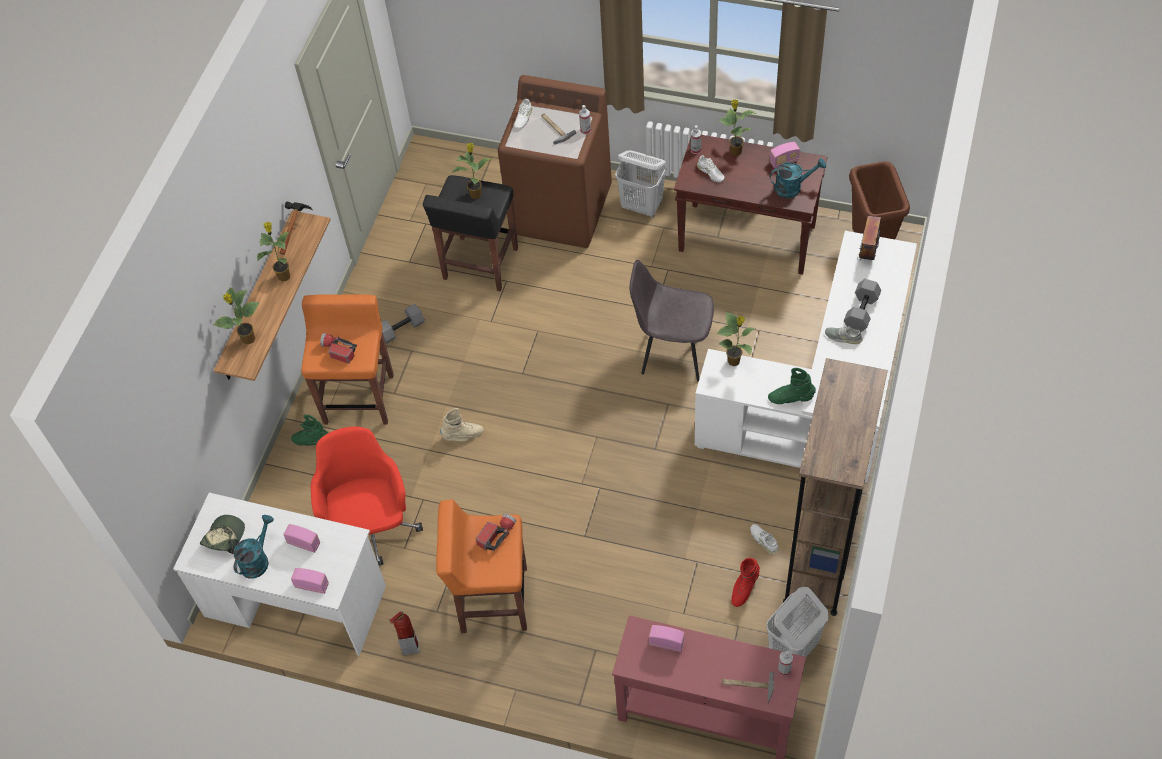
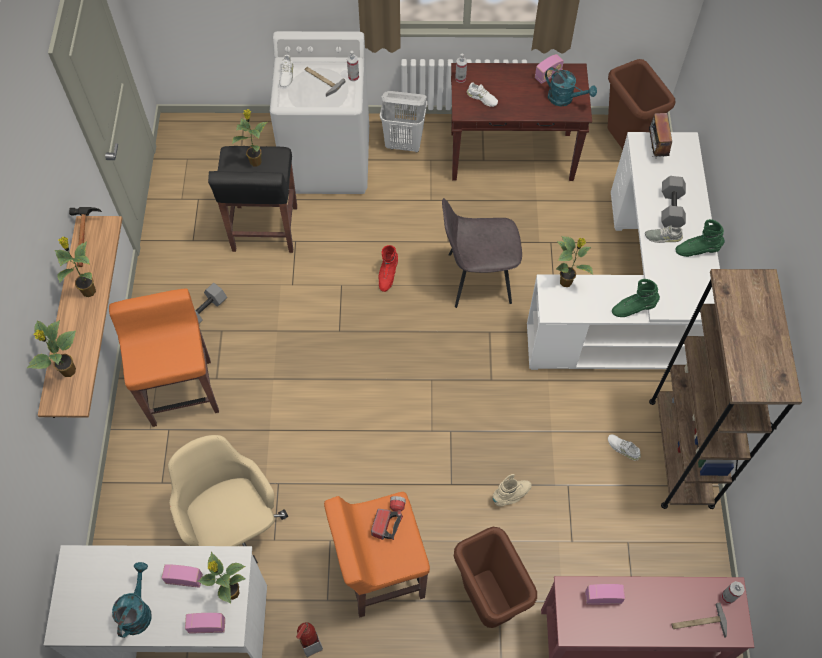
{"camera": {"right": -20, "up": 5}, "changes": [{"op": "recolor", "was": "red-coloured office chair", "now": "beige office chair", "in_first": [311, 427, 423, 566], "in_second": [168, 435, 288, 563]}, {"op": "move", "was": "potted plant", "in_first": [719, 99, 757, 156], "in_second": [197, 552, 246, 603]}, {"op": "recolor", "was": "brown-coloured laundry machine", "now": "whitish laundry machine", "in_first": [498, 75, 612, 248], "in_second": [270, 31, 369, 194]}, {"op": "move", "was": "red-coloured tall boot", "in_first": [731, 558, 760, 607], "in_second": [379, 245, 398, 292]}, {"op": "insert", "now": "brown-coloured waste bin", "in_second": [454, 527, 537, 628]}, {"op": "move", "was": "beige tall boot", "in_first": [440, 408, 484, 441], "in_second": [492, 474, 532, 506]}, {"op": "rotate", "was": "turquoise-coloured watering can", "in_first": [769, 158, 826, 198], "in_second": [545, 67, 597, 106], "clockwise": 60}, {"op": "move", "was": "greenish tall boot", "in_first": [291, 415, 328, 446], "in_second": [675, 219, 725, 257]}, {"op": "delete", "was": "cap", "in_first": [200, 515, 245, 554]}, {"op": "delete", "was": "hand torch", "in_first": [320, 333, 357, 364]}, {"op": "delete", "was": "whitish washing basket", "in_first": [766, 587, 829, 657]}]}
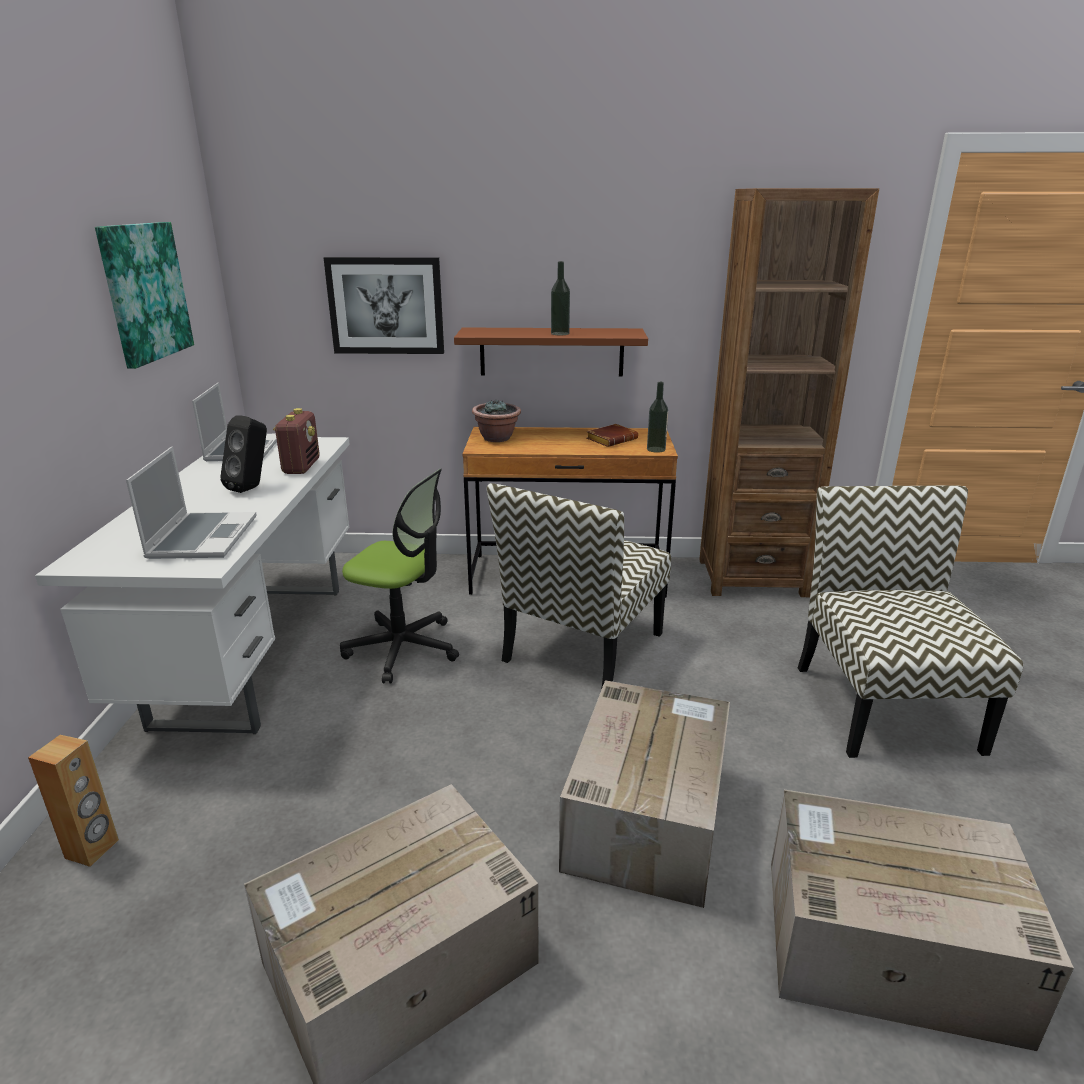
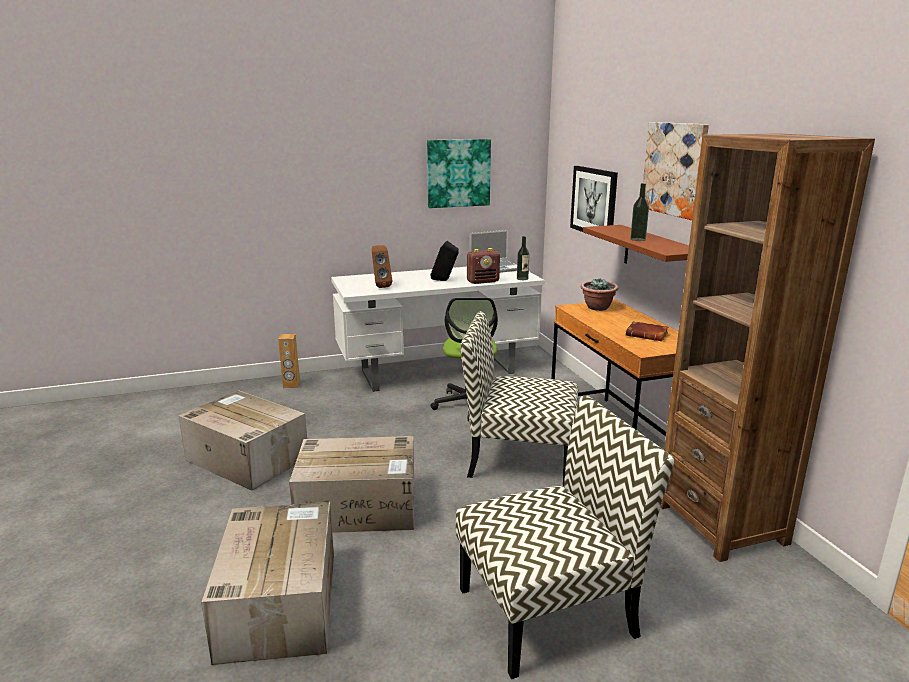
{"camera": {"right": 70, "up": -5}, "changes": [{"op": "replace", "was": "laptop", "now": "brown-coloured loudspeaker", "in_first": [126, 446, 256, 559], "in_second": [372, 245, 392, 288]}, {"op": "move", "was": "bottle", "in_first": [647, 382, 668, 453], "in_second": [517, 236, 529, 280]}, {"op": "insert", "now": "picture", "in_second": [643, 122, 709, 220]}]}
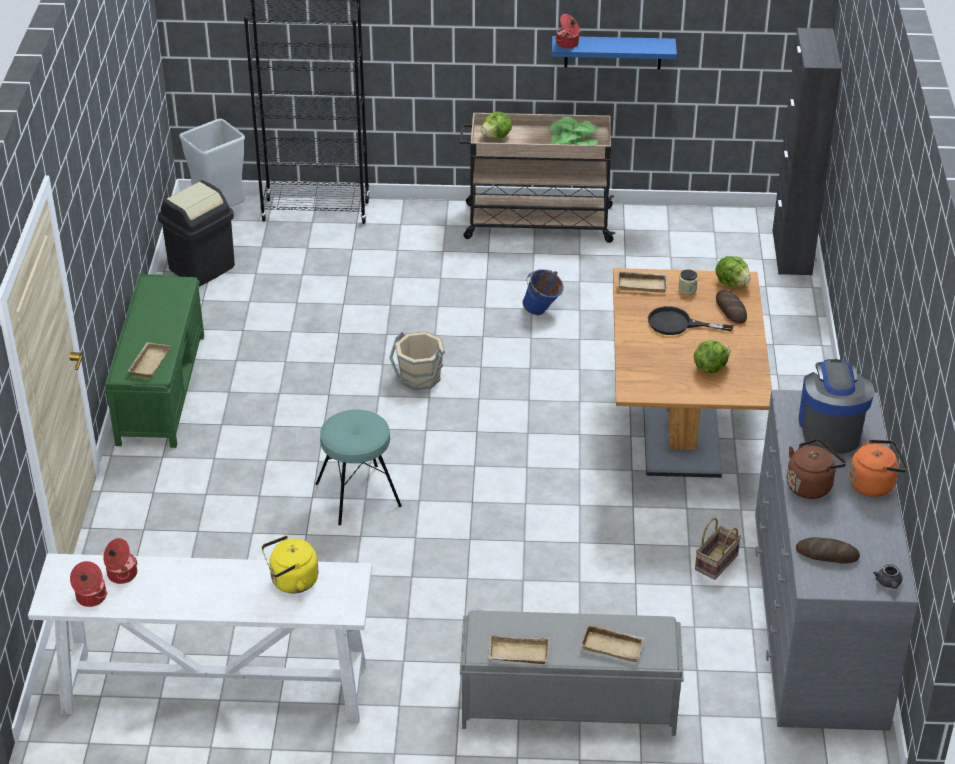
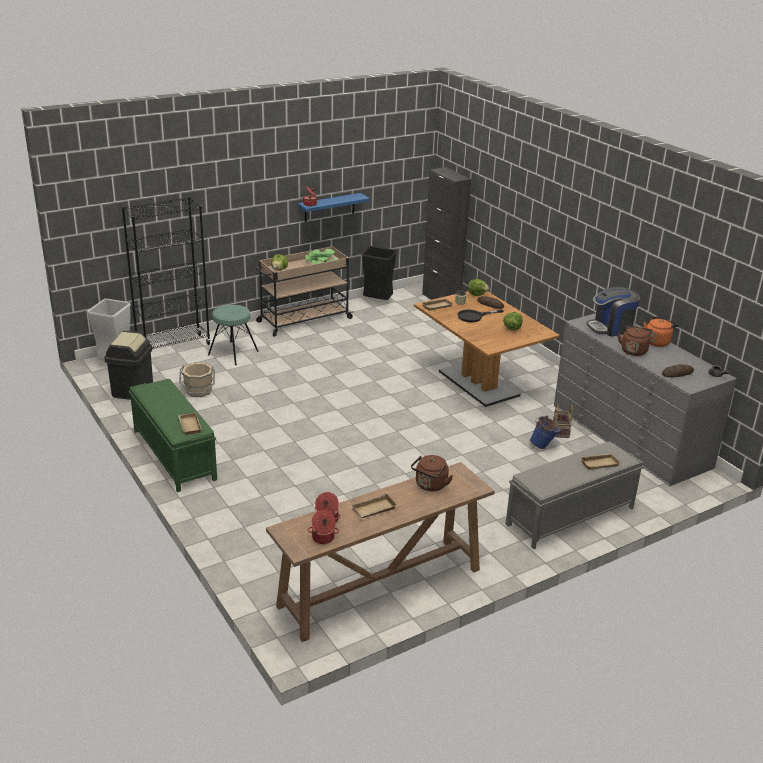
{"camera": {"right": -35, "up": -10}, "changes": [{"op": "move", "was": "beige water bucket", "in_first": [389, 331, 445, 390], "in_second": [179, 362, 215, 397]}, {"op": "move", "was": "turquoise-coloured stool", "in_first": [316, 410, 402, 526], "in_second": [208, 305, 259, 365]}, {"op": "recolor", "was": "whitish console table", "now": "brown-coloured console table", "in_first": [28, 554, 372, 724], "in_second": [266, 462, 495, 642]}, {"op": "move", "was": "beige serving tray", "in_first": [488, 635, 550, 664], "in_second": [352, 493, 398, 518]}, {"op": "insert", "now": "black waste bin", "in_second": [362, 246, 397, 300]}, {"op": "recolor", "was": "yellow kettle", "now": "brown-coloured kettle", "in_first": [262, 535, 319, 594], "in_second": [411, 455, 453, 491]}, {"op": "move", "was": "bluish water bucket", "in_first": [522, 269, 564, 315], "in_second": [530, 416, 561, 449]}, {"op": "rotate", "was": "coffee maker", "in_first": [799, 359, 874, 454], "in_second": [586, 287, 640, 337], "clockwise": -75}]}
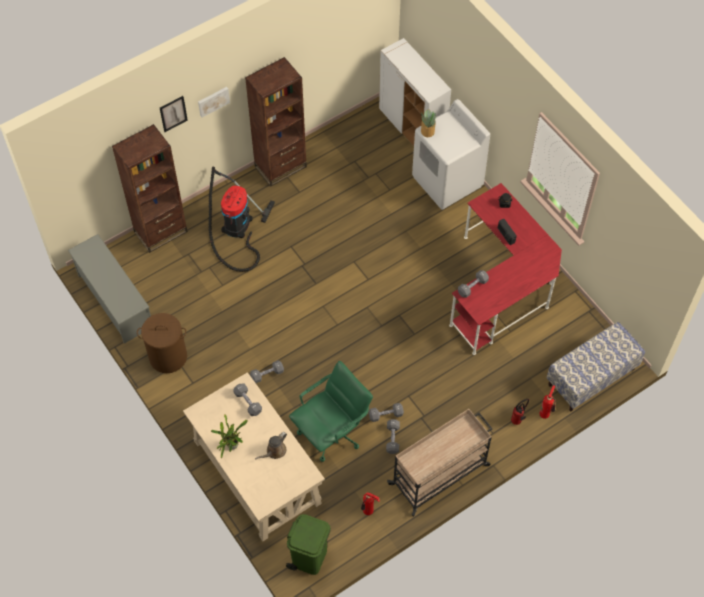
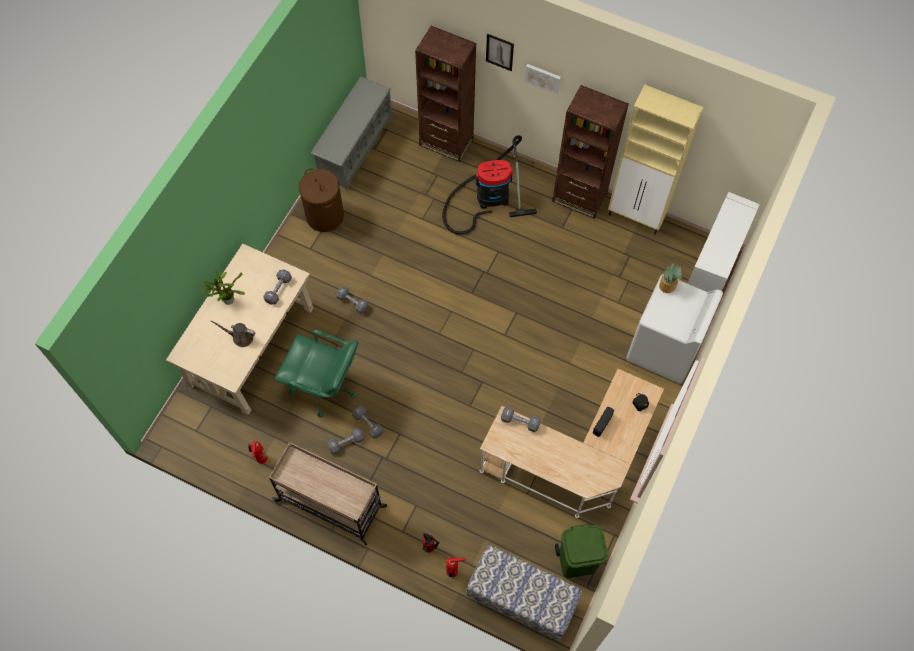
{"camera": {"right": 60, "up": 5}, "changes": [{"op": "recolor", "was": "red-coloured desk table", "now": "beige desk table", "in_first": [449, 183, 562, 355], "in_second": [479, 369, 664, 518]}, {"op": "move", "was": "greenish waste bin", "in_first": [286, 514, 331, 575], "in_second": [555, 524, 608, 578]}, {"op": "insert", "now": "beige storage cabinet", "in_second": [608, 85, 703, 235]}]}
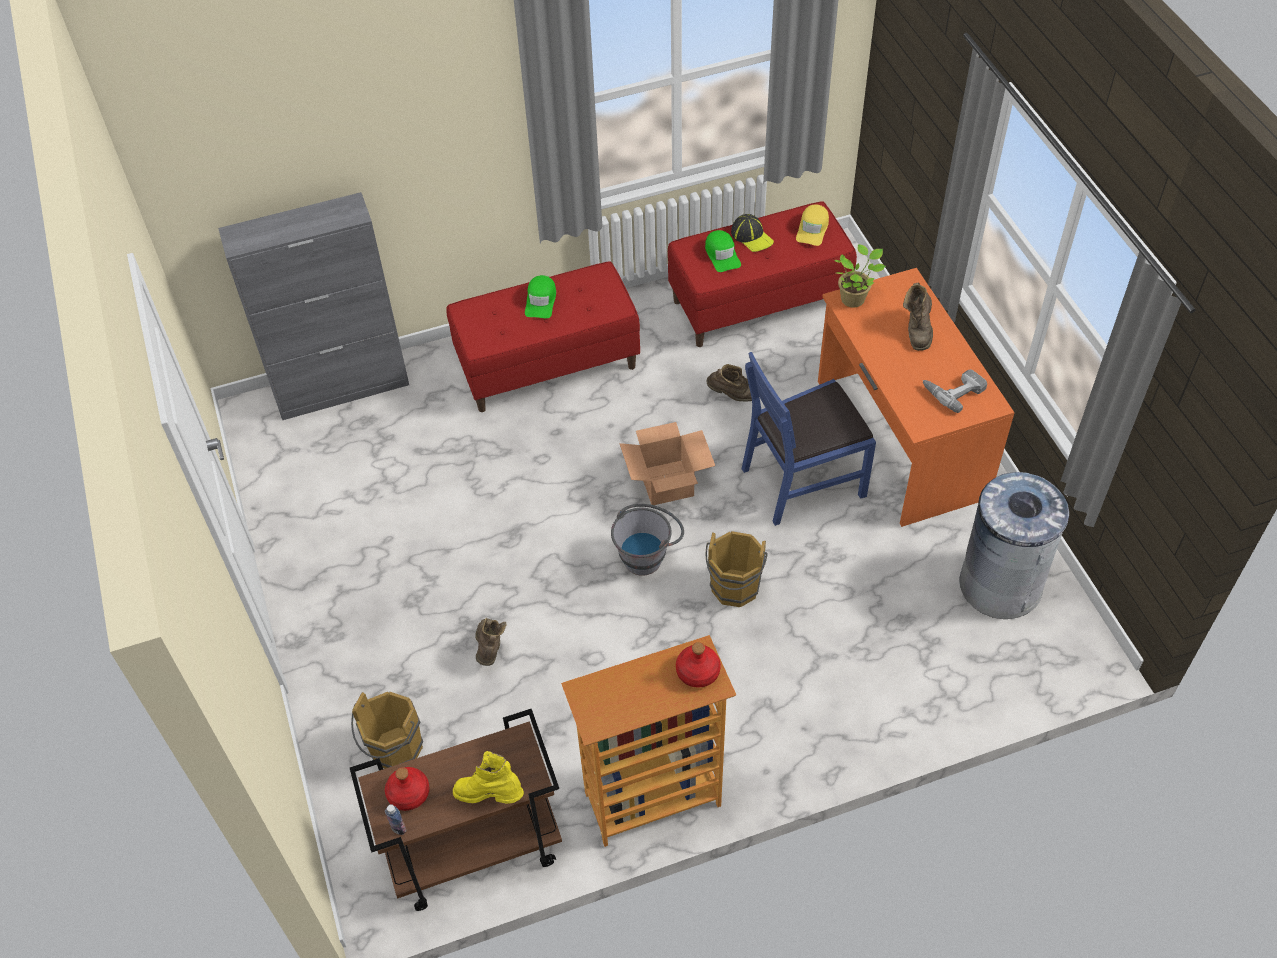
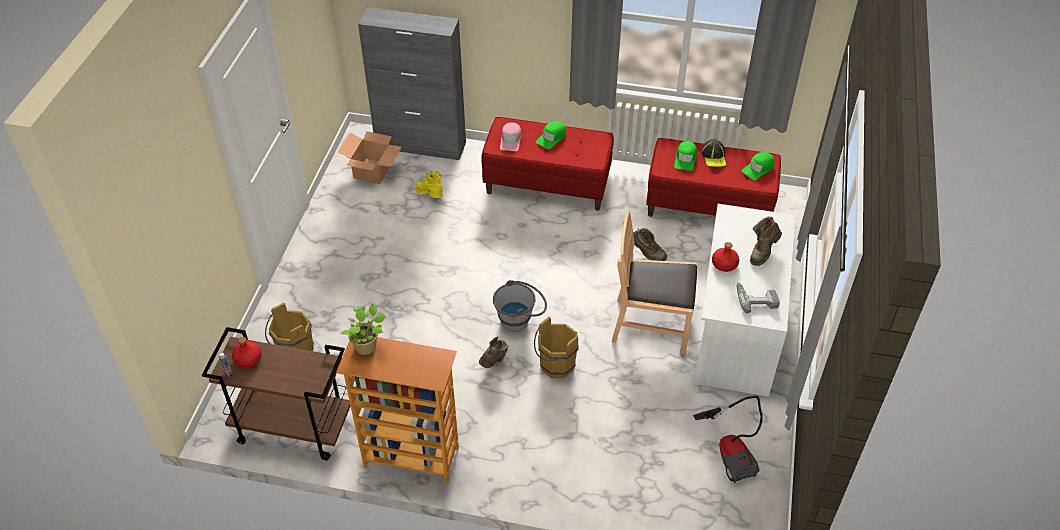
{"camera": {"right": 30, "up": -5}, "changes": [{"op": "move", "was": "carton", "in_first": [619, 422, 715, 505], "in_second": [338, 131, 402, 184]}, {"op": "move", "was": "potted plant", "in_first": [835, 244, 886, 308], "in_second": [341, 304, 386, 355]}, {"op": "move", "was": "yellow tall boot", "in_first": [453, 751, 524, 803], "in_second": [415, 171, 443, 198]}, {"op": "move", "was": "brown-coloured tall boot", "in_first": [475, 618, 506, 666], "in_second": [479, 337, 509, 368]}, {"op": "insert", "now": "pink-coloured cap", "in_second": [500, 122, 521, 151]}, {"op": "recolor", "was": "bluish upright chair", "now": "brown-coloured upright chair", "in_first": [742, 352, 876, 526], "in_second": [612, 211, 697, 354]}, {"op": "replace", "was": "gray waste bin", "now": "vacuum cleaner", "in_first": [959, 472, 1069, 619], "in_second": [693, 396, 763, 483]}, {"op": "recolor", "was": "orangey desk table", "now": "whitish desk table", "in_first": [818, 268, 1015, 527], "in_second": [694, 204, 795, 397]}, {"op": "move", "was": "red-coloured bottle", "in_first": [676, 642, 721, 688], "in_second": [712, 242, 739, 272]}, {"op": "recolor", "was": "yellow cap", "now": "greenish cap", "in_first": [796, 205, 829, 246], "in_second": [742, 152, 774, 180]}]}
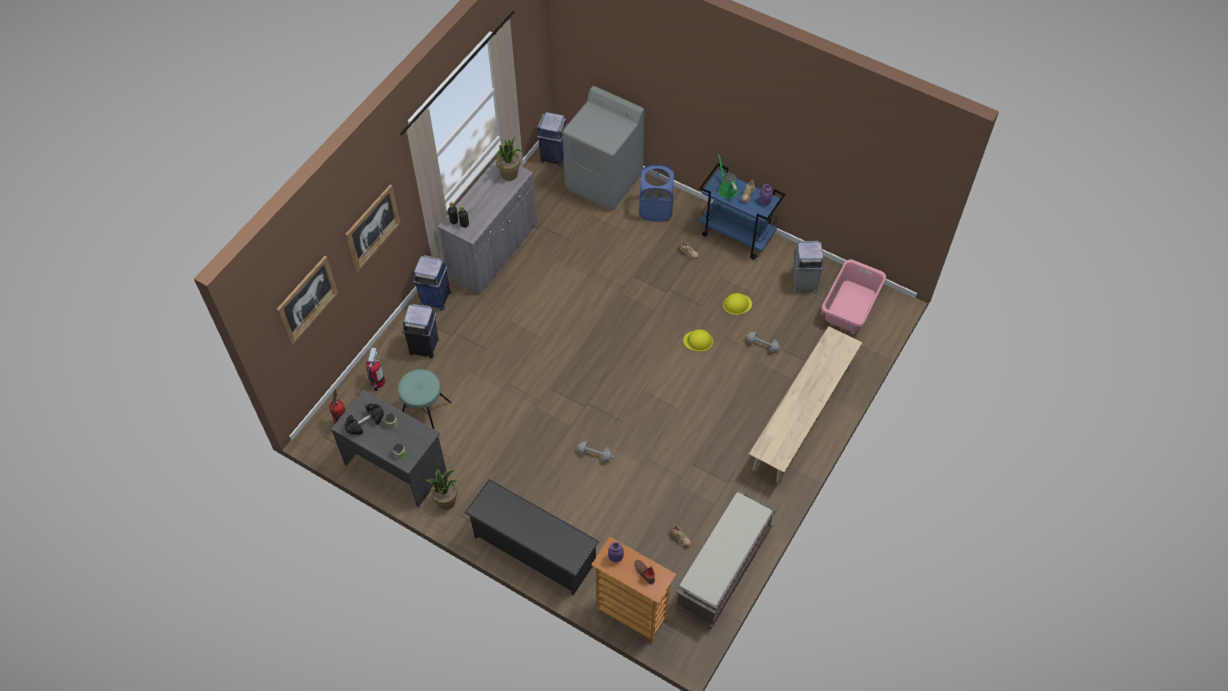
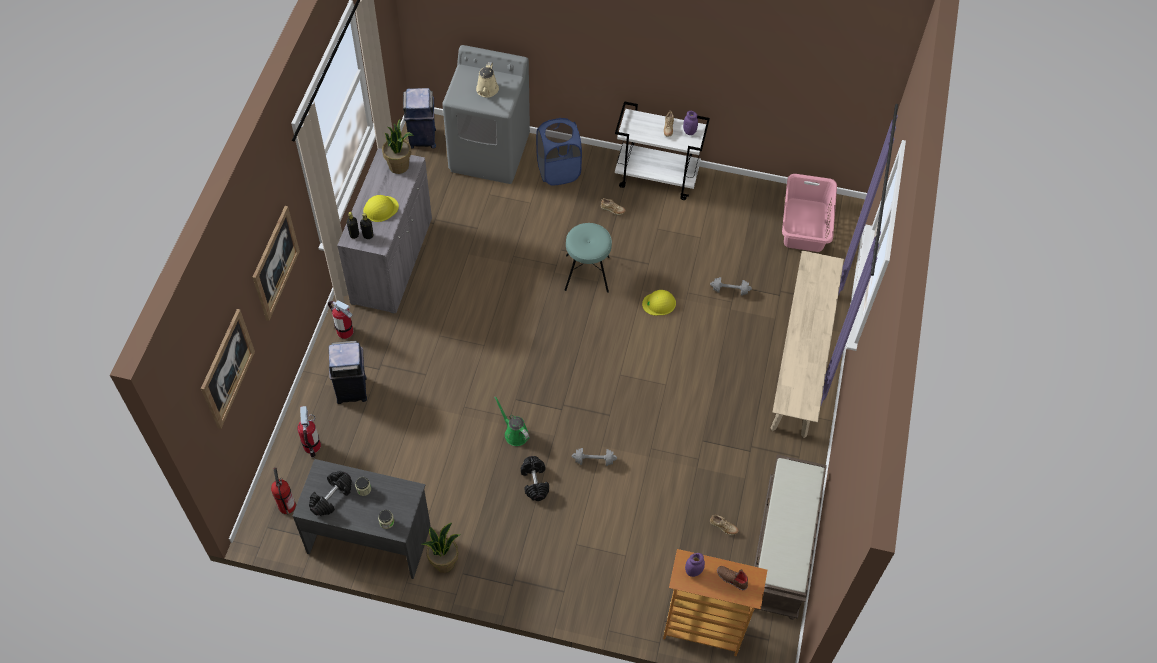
{"camera": {"right": -20, "up": 0}, "changes": [{"op": "replace", "was": "bluish waste bin", "now": "fire-fighting cylinder", "in_first": [413, 255, 451, 311], "in_second": [328, 300, 353, 339]}, {"op": "move", "was": "yellow hard hat", "in_first": [723, 293, 752, 315], "in_second": [363, 195, 399, 222]}, {"op": "insert", "now": "beige watering can", "in_second": [476, 62, 499, 97]}, {"op": "move", "was": "greenish watering can", "in_first": [718, 155, 738, 198], "in_second": [494, 396, 530, 446]}, {"op": "insert", "now": "black free weight", "in_second": [521, 456, 549, 501]}, {"op": "move", "was": "turquoise-coloured stool", "in_first": [398, 369, 452, 430], "in_second": [565, 223, 612, 293]}, {"op": "recolor", "was": "bluish wheeled cart", "now": "whitish wheeled cart", "in_first": [699, 164, 785, 260], "in_second": [615, 101, 710, 200]}, {"op": "delete", "was": "black shoe shelf", "in_first": [465, 479, 599, 595]}, {"op": "delete", "was": "gray waste bin", "in_first": [792, 241, 824, 293]}]}
